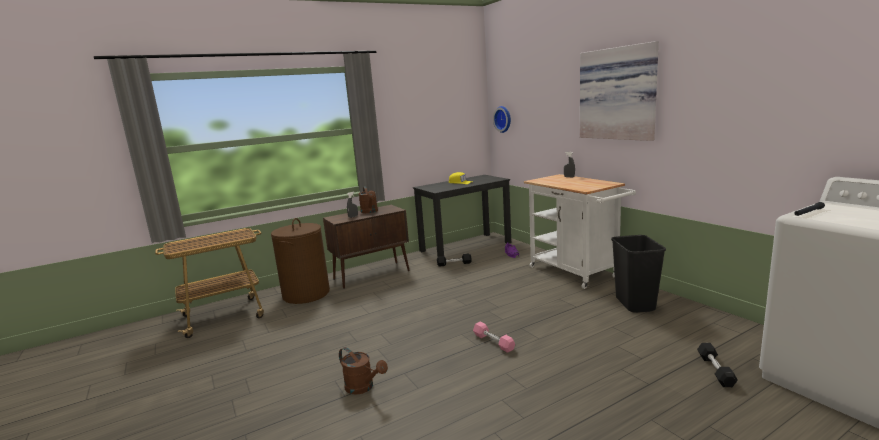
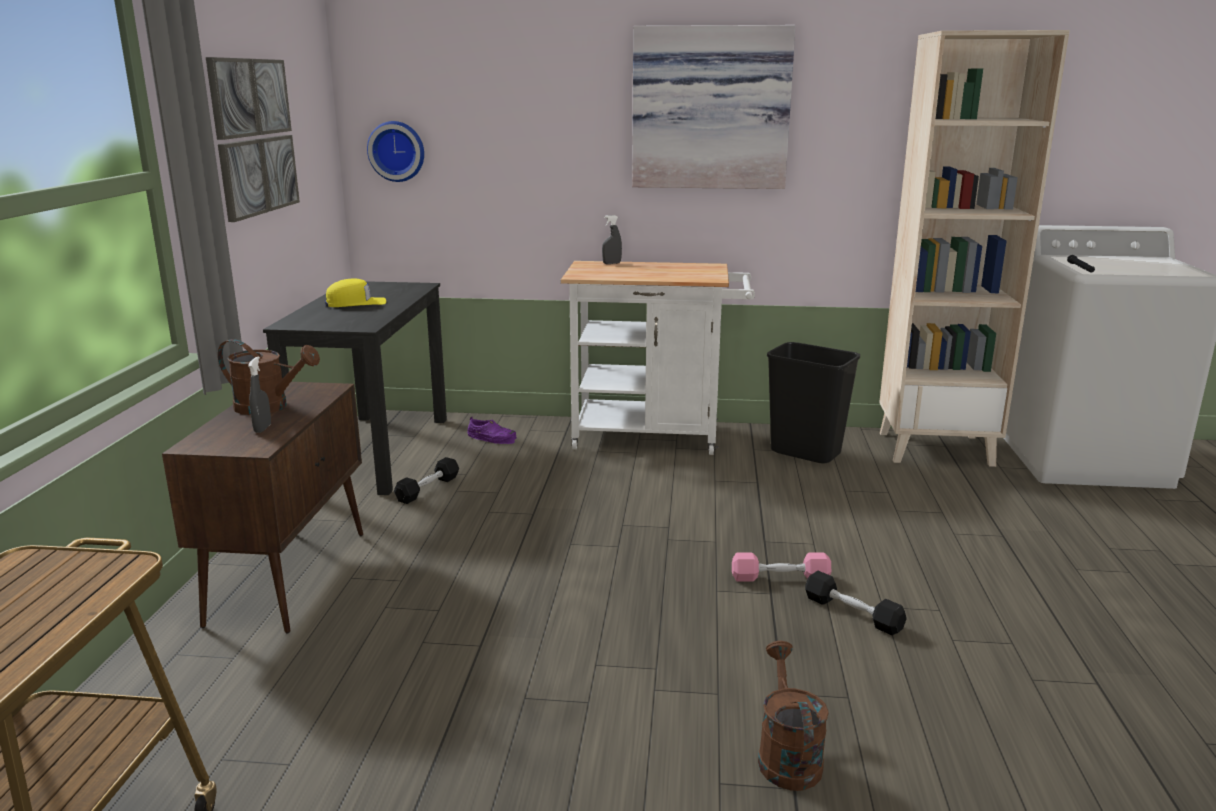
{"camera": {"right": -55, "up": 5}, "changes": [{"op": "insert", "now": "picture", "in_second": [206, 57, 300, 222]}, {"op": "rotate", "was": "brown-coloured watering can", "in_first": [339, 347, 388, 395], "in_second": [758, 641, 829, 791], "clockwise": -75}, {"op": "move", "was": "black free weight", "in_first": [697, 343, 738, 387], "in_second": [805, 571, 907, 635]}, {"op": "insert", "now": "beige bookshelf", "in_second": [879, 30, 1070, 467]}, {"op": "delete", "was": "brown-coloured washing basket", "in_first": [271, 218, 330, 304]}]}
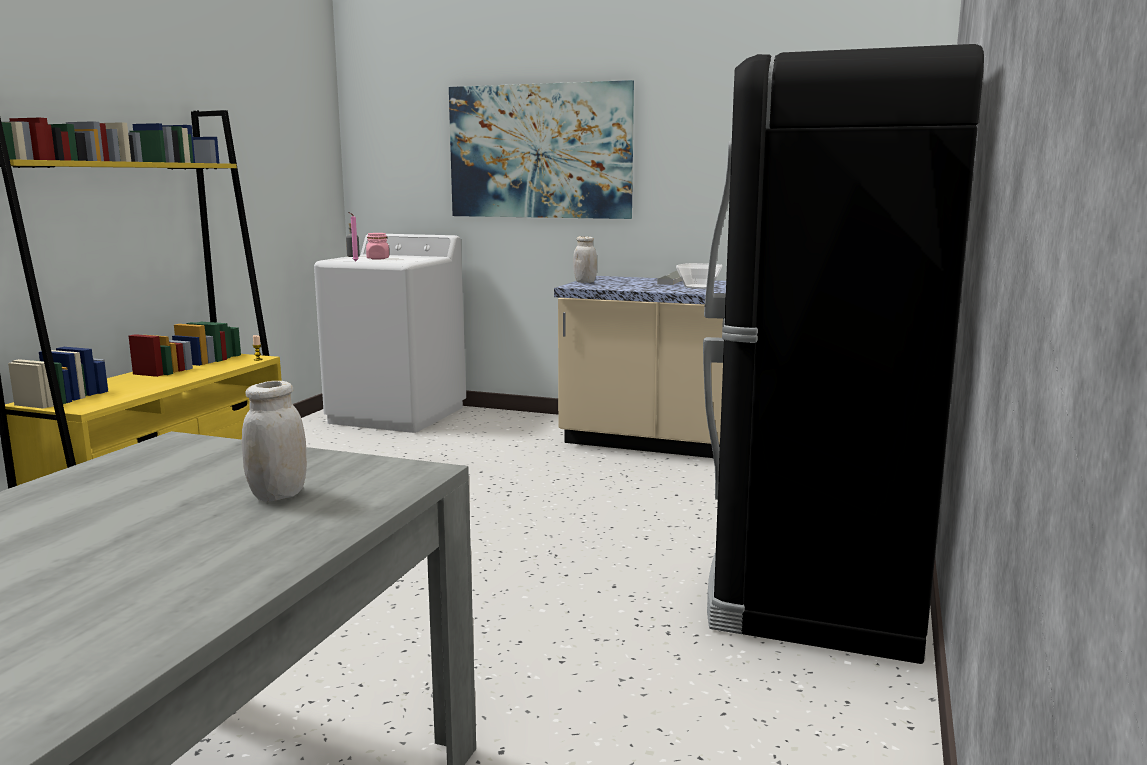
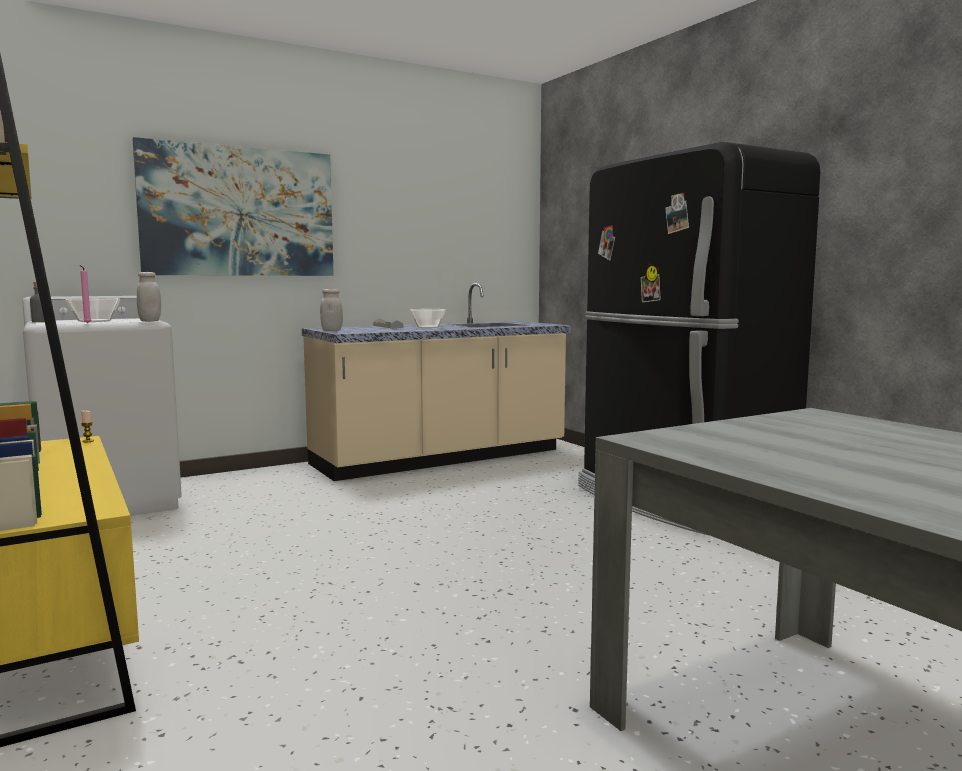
{"camera": {"right": -50, "up": -5}, "changes": [{"op": "replace", "was": "pink-coloured preserve jar", "now": "bowl", "in_first": [366, 233, 389, 260], "in_second": [65, 298, 120, 322]}, {"op": "move", "was": "whitish preserve jar", "in_first": [242, 381, 307, 502], "in_second": [137, 272, 161, 322]}]}
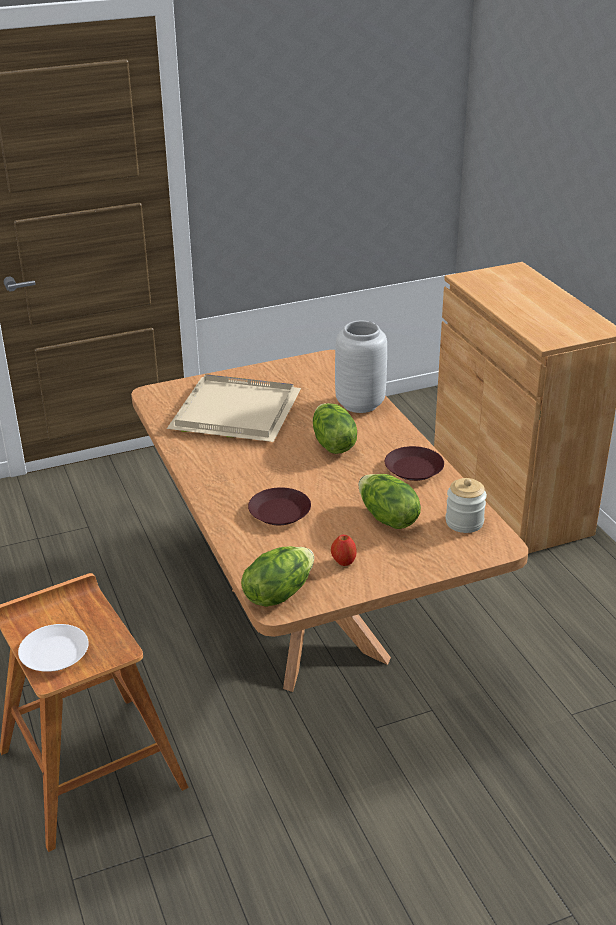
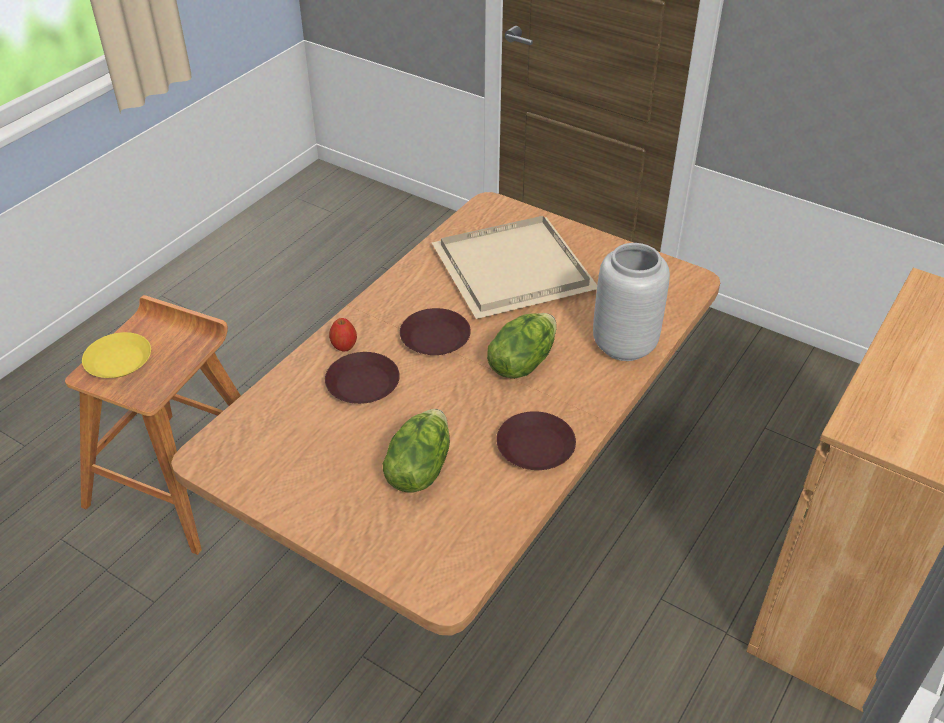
{"camera": {"right": 55, "up": 10}, "changes": [{"op": "recolor", "was": "whitish plate", "now": "yellow plate", "in_first": [18, 624, 89, 672], "in_second": [82, 332, 151, 378]}, {"op": "move", "was": "whole apple", "in_first": [331, 535, 357, 566], "in_second": [329, 318, 357, 352]}, {"op": "insert", "now": "brown-coloured plate", "in_second": [400, 308, 471, 355]}, {"op": "delete", "was": "lettuce", "in_first": [241, 546, 314, 607]}, {"op": "delete", "was": "preserve jar", "in_first": [445, 478, 487, 533]}]}
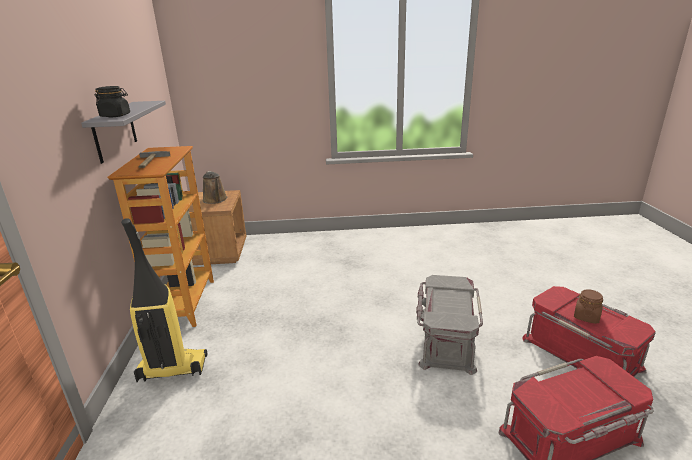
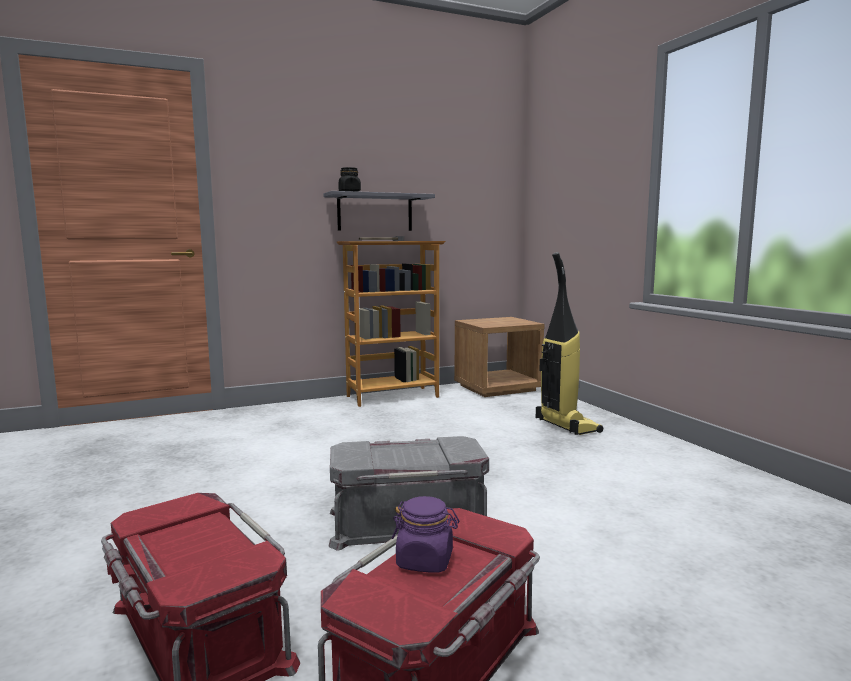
{"camera": {"right": 70, "up": -15}, "changes": [{"op": "recolor", "was": "brown-coloured preserve jar", "now": "purple preserve jar", "in_first": [574, 289, 603, 324], "in_second": [392, 496, 459, 573]}, {"op": "move", "was": "vacuum cleaner", "in_first": [121, 218, 207, 382], "in_second": [536, 252, 603, 435]}, {"op": "delete", "was": "brown-coloured watering can", "in_first": [203, 171, 228, 204]}]}
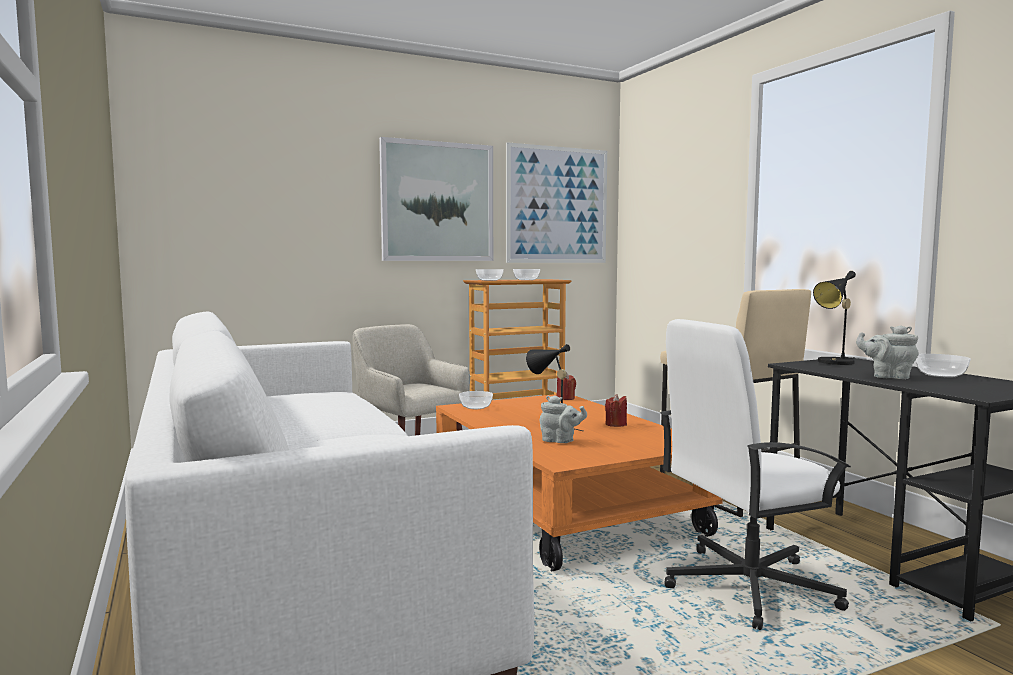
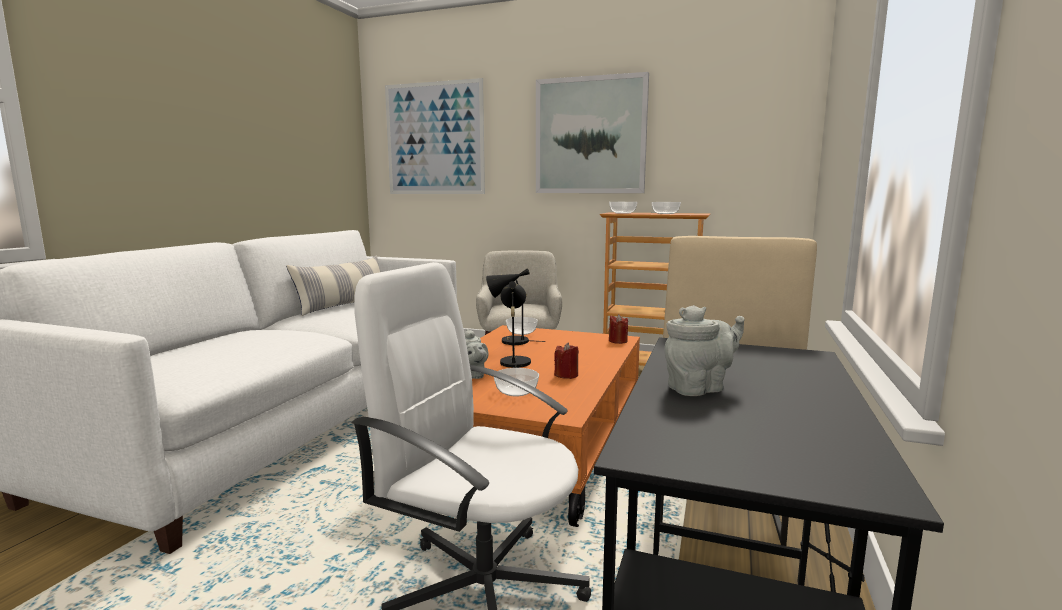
{"camera": {"right": 45, "up": 5}, "changes": [{"op": "insert", "now": "cushion", "in_second": [286, 256, 381, 316]}, {"op": "move", "was": "picture", "in_first": [506, 142, 607, 263], "in_second": [385, 78, 485, 194]}, {"op": "move", "was": "black tabletop lamp", "in_first": [813, 271, 856, 365], "in_second": [486, 268, 546, 345]}, {"op": "move", "was": "bowl", "in_first": [916, 354, 971, 377], "in_second": [494, 368, 539, 396]}, {"op": "rotate", "was": "gray teapot", "in_first": [856, 325, 919, 379], "in_second": [664, 305, 745, 396], "clockwise": 90}]}
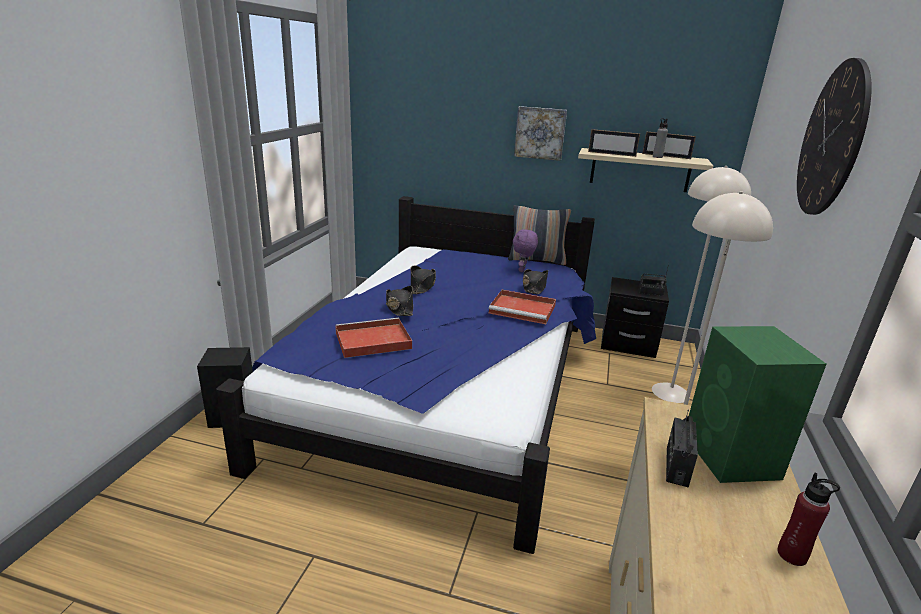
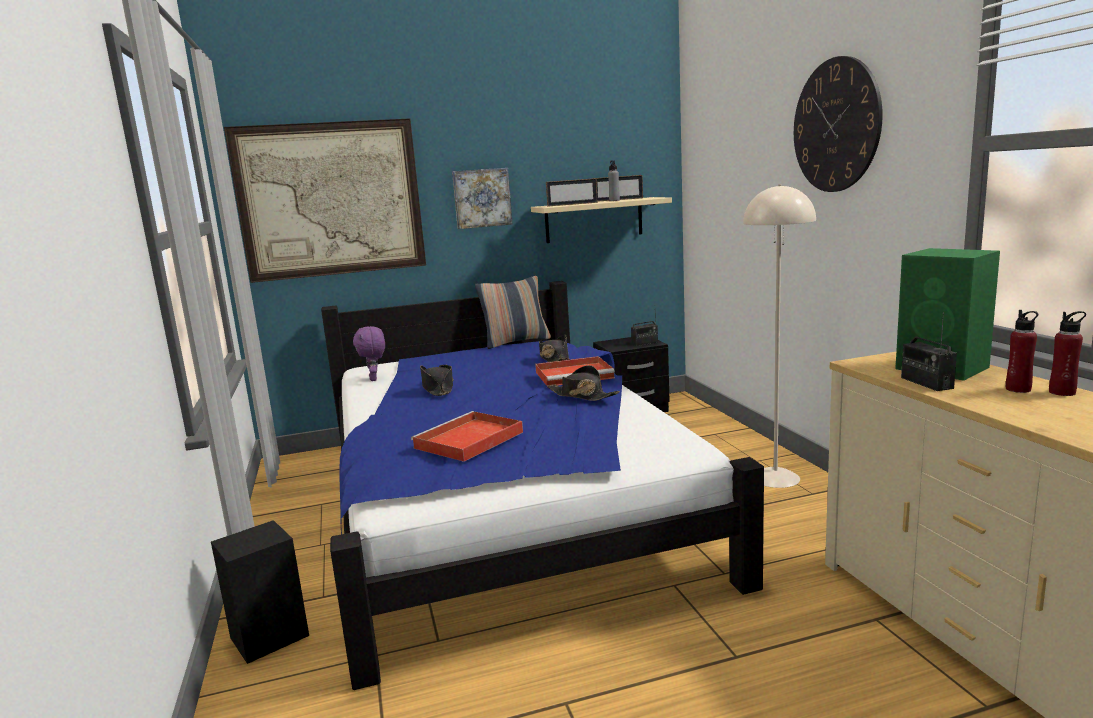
{"camera": {"right": -30, "up": -10}, "changes": [{"op": "insert", "now": "picture", "in_second": [224, 118, 426, 283]}, {"op": "move", "was": "purple plush toy", "in_first": [513, 229, 538, 272], "in_second": [353, 326, 385, 381]}, {"op": "move", "was": "black hat", "in_first": [386, 286, 413, 316], "in_second": [548, 365, 620, 401]}, {"op": "insert", "now": "red-coloured bottle", "in_second": [1006, 310, 1038, 393]}, {"op": "delete", "was": "beige floor lamp", "in_first": [652, 166, 751, 403]}]}
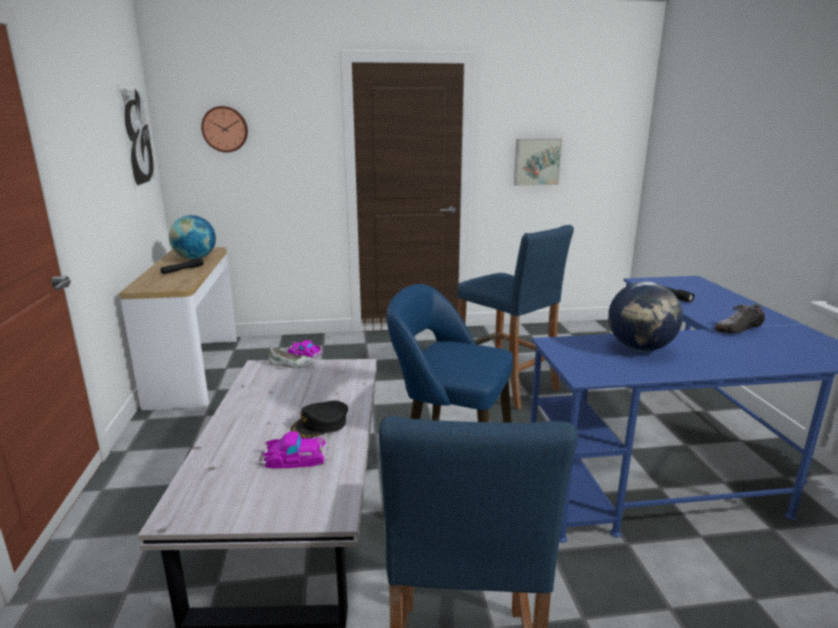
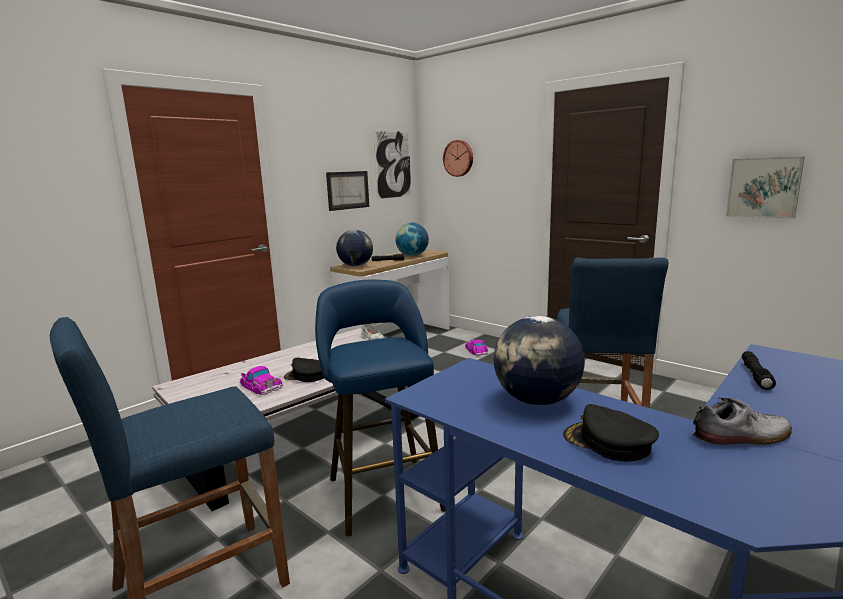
{"camera": {"right": 50, "up": -5}, "changes": [{"op": "insert", "now": "picture", "in_second": [326, 171, 369, 211]}, {"op": "insert", "now": "desk globe", "in_second": [336, 230, 373, 267]}, {"op": "insert", "now": "black cap", "in_second": [563, 404, 659, 461]}, {"op": "rotate", "was": "item of footwear", "in_first": [715, 304, 765, 333], "in_second": [692, 397, 792, 445], "clockwise": 150}]}
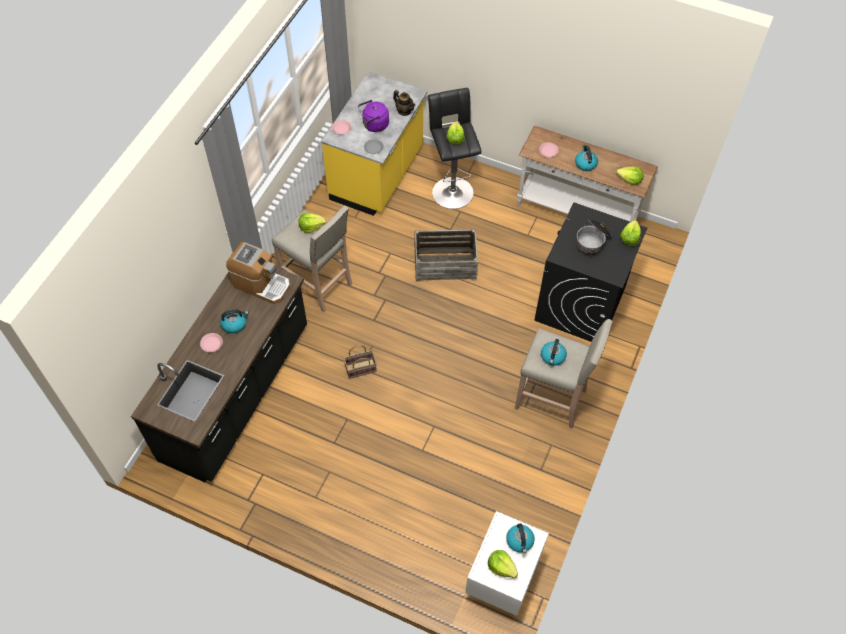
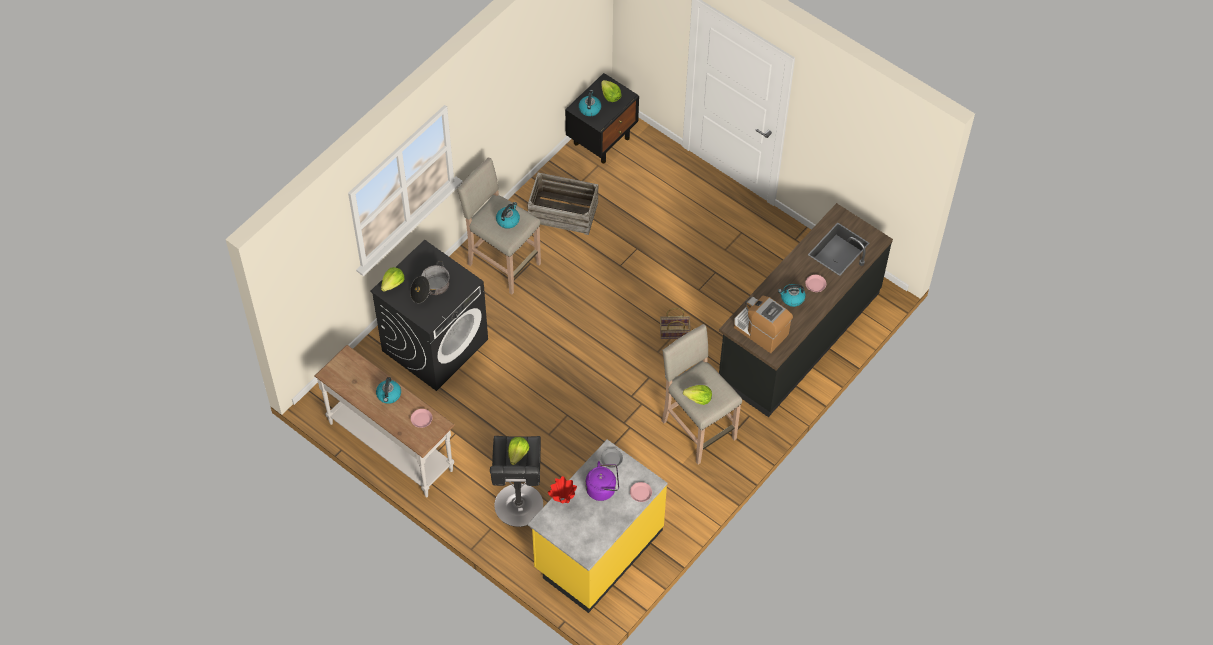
{"camera": {"right": -165, "up": 0}, "changes": [{"op": "move", "was": "shipping crate", "in_first": [415, 229, 478, 282], "in_second": [528, 172, 598, 235]}, {"op": "replace", "was": "teapot", "now": "red-coloured vase", "in_first": [393, 90, 415, 116], "in_second": [548, 476, 577, 503]}, {"op": "recolor", "was": "whitish bedside table", "now": "black bedside table", "in_first": [465, 511, 549, 616], "in_second": [565, 73, 639, 163]}, {"op": "delete", "was": "lettuce", "in_first": [616, 167, 643, 186]}]}
